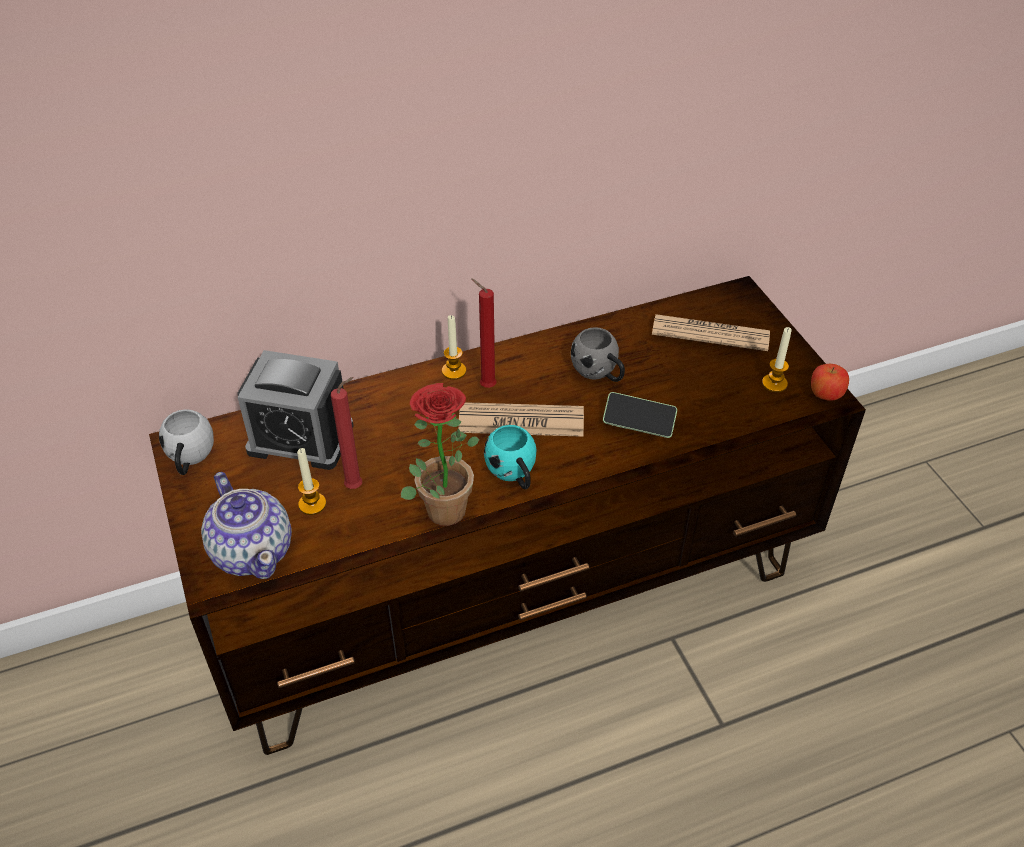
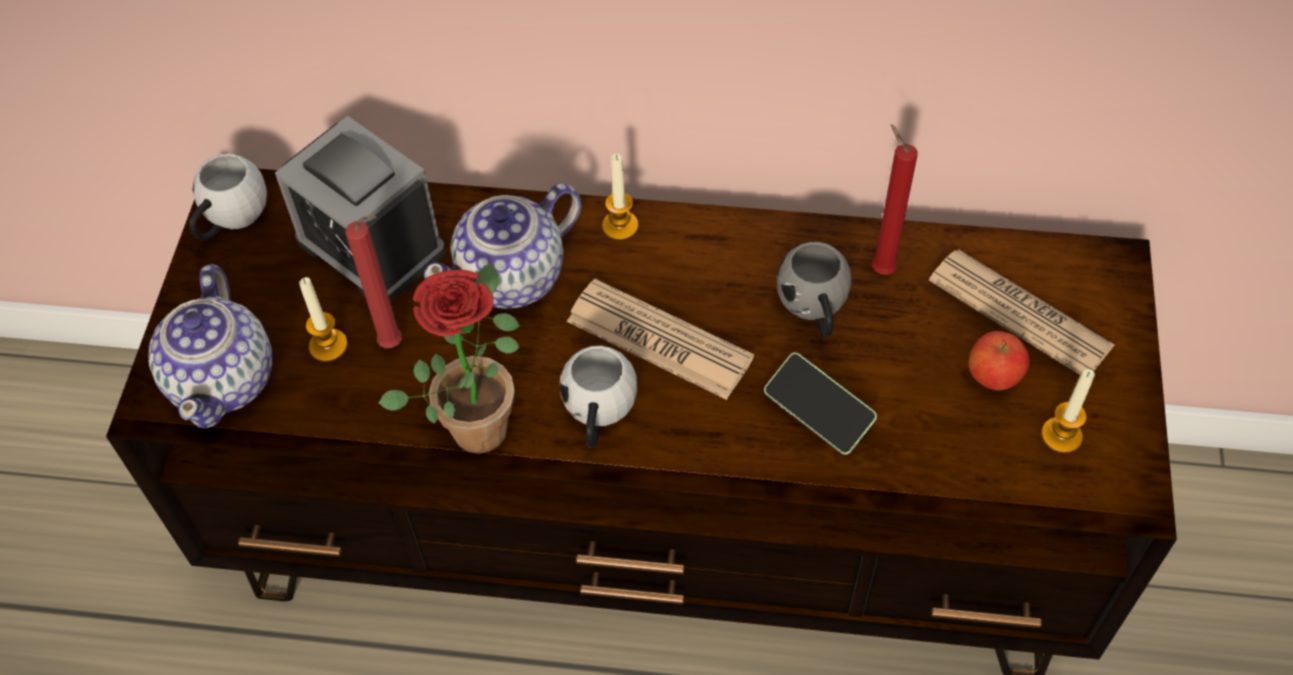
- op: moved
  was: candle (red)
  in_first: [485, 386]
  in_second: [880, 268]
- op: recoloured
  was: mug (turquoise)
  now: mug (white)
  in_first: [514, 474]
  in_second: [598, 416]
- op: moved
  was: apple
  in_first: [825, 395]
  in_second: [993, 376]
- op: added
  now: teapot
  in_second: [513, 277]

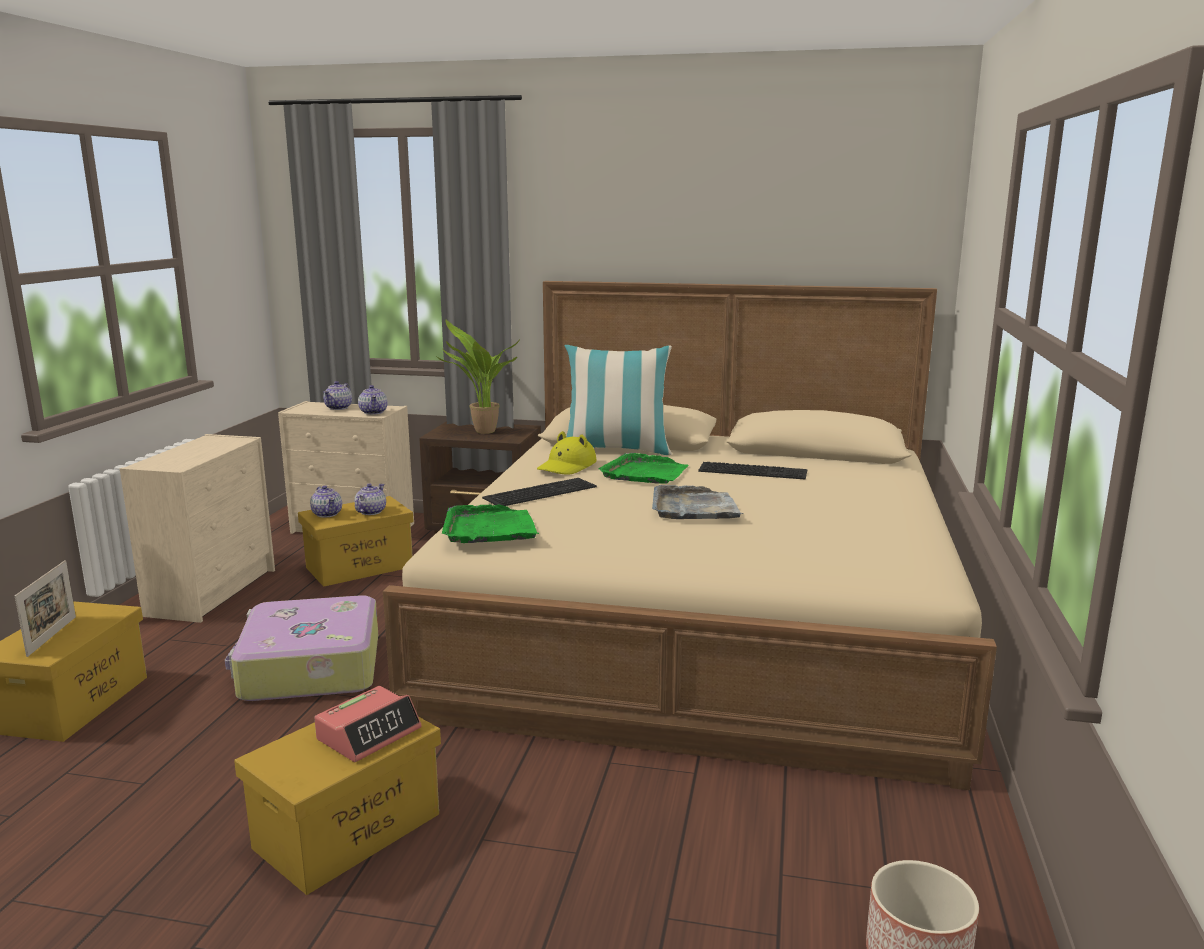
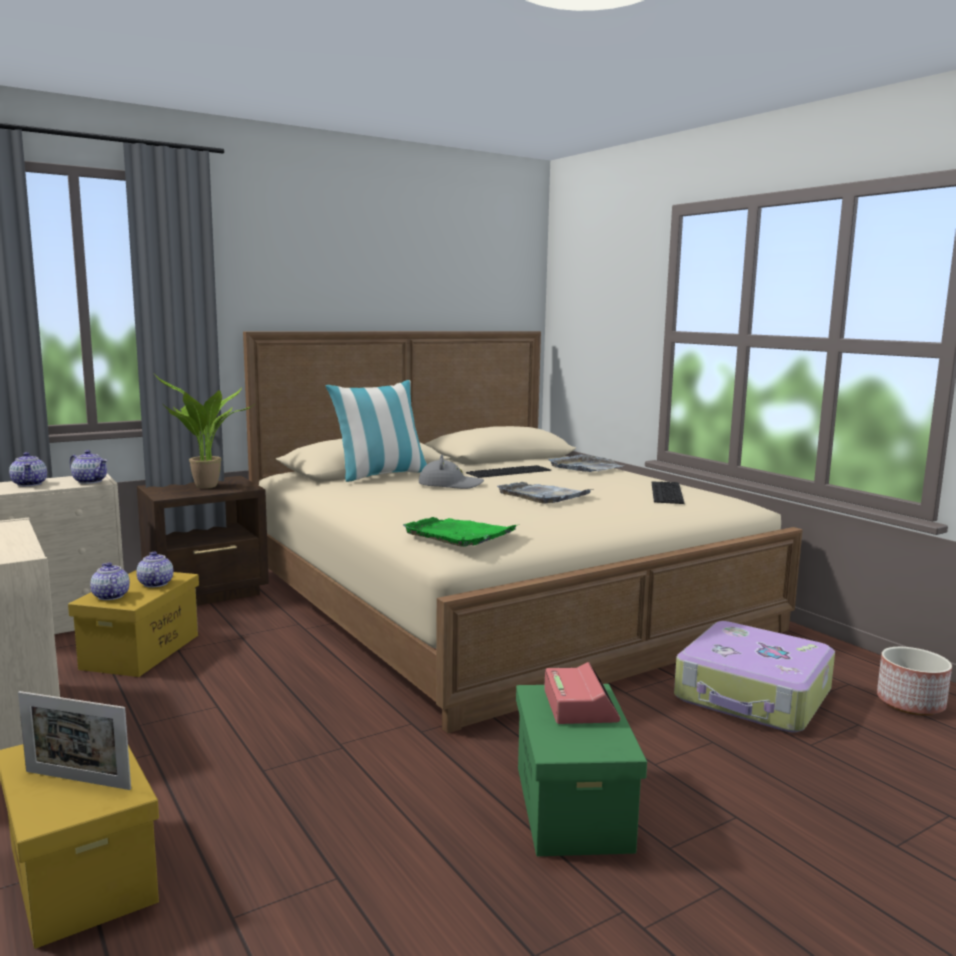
- op: turned
  was: picture frame
  in_first: [52, 636]
  in_second: [77, 780]
  clockwise: 150
- op: moved
  was: suitcase
  in_first: [309, 668]
  in_second: [753, 695]
- op: recoloured
  was: storage box (yellow)
  now: storage box (green)
  in_first: [349, 829]
  in_second: [571, 806]
- op: turned
  was: teapot
  in_first: [327, 514]
  in_second: [110, 596]
  clockwise: -135
- op: moved
  was: keyboard
  in_first: [540, 491]
  in_second: [665, 492]
- op: removed
  was: hat (yellow)
  in_first: [567, 466]
- op: replaced
  was: tray (green)
  now: hat (grey)
  in_first: [645, 473]
  in_second: [450, 485]
- op: added
  now: tray (grey)
  in_second: [585, 467]

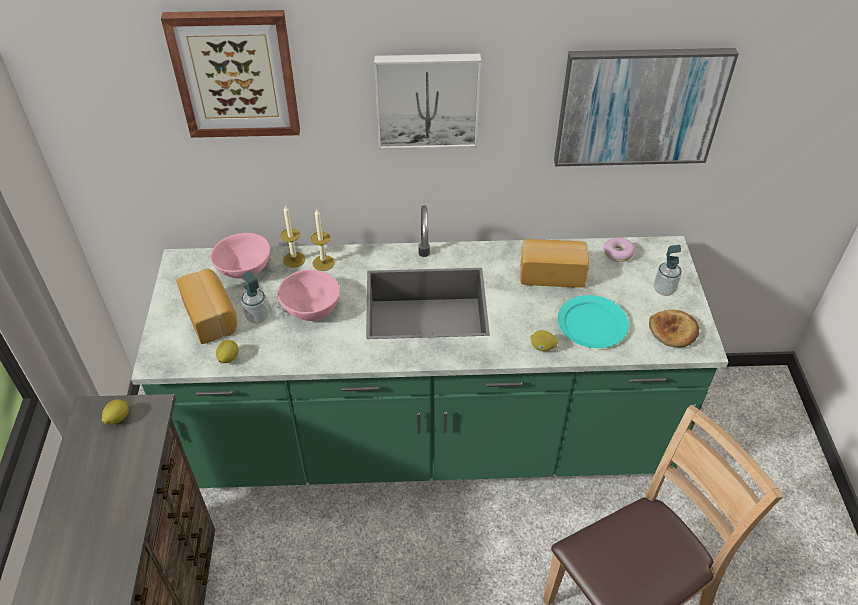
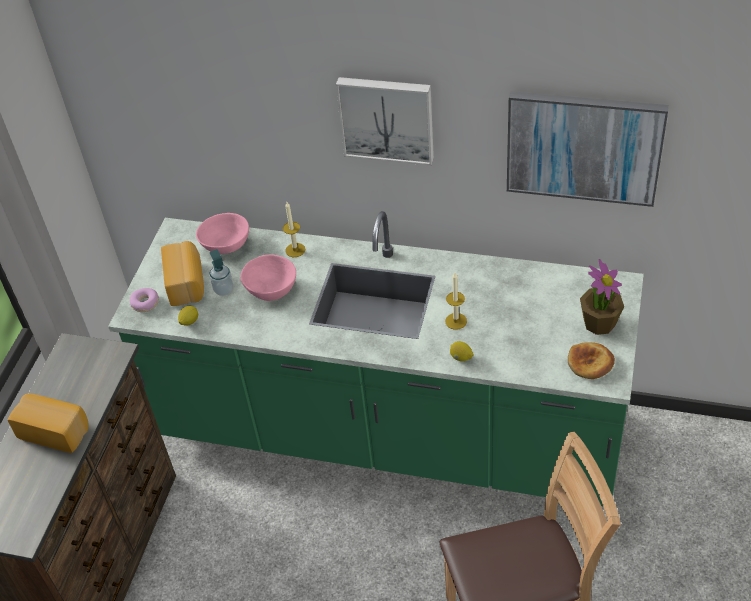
- op: removed
  was: lemon
  in_first: [117, 418]
- op: removed
  was: picture
  in_first: [235, 74]
- op: moved
  was: candle
  in_first: [294, 259]
  in_second: [456, 321]
- op: moved
  was: bread
  in_first: [551, 272]
  in_second: [55, 430]
- op: removed
  was: plate (turquoise)
  in_first: [592, 324]
- op: moved
  was: donut
  in_first: [618, 253]
  in_second: [145, 303]
- op: replaced
  was: soap dispenser
  now: potted plant
  in_first: [664, 289]
  in_second: [599, 323]

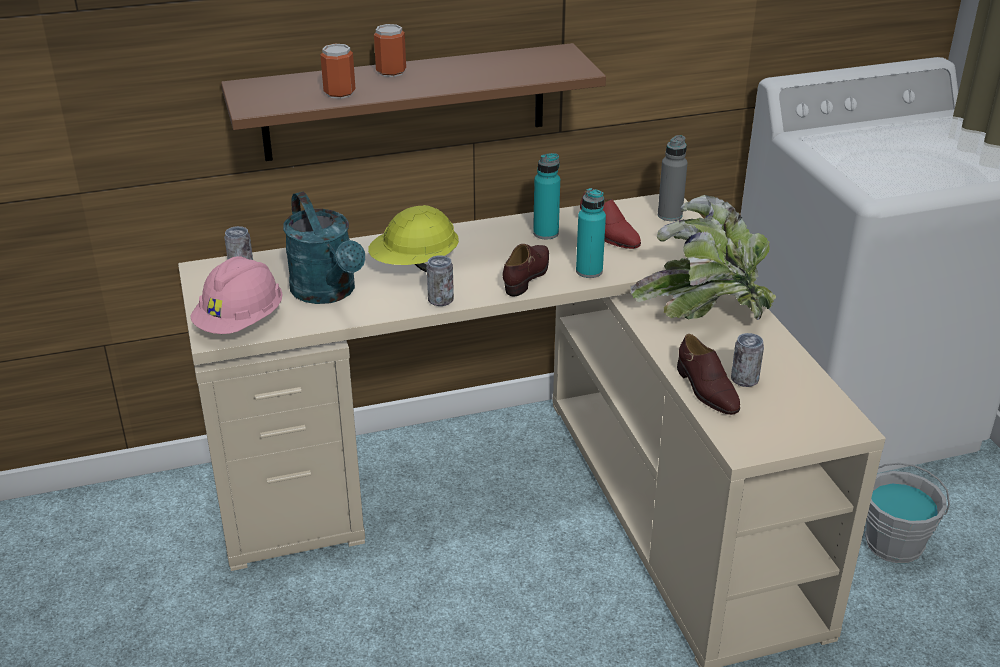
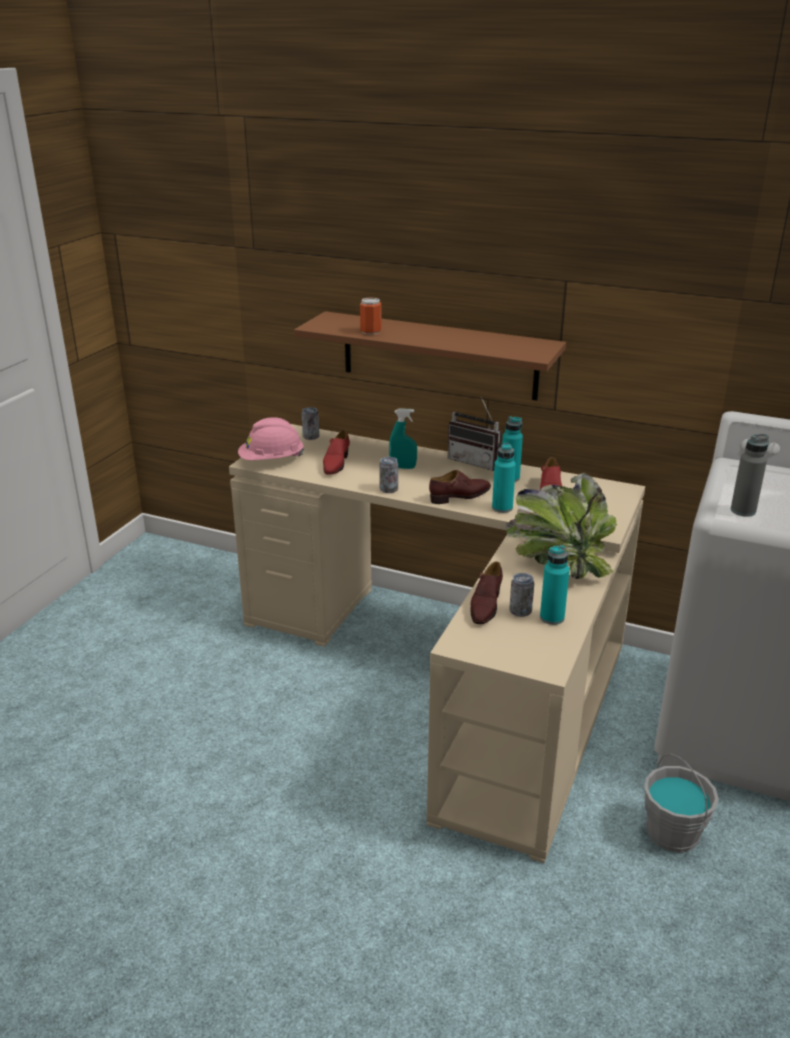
- op: replaced
  was: watering can (turquoise)
  now: shoe (red)
  in_first: [328, 293]
  in_second: [335, 463]
- op: replaced
  was: hard hat (yellow)
  now: spray bottle (turquoise)
  in_first: [415, 266]
  in_second: [403, 467]
- op: removed
  was: can
  in_first: [391, 72]
- op: moved
  was: bottle (grey)
  in_first: [669, 215]
  in_second: [743, 511]
- op: added
  now: radio
  in_second: [477, 461]
- op: added
  now: bottle (turquoise)
  in_second: [552, 618]

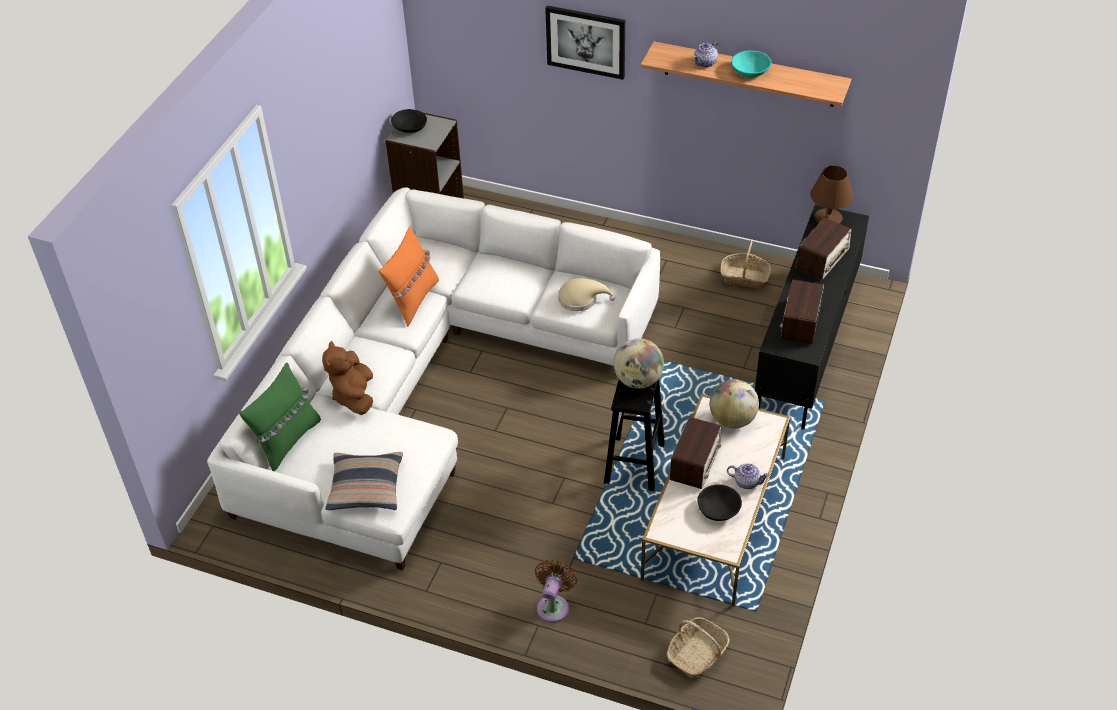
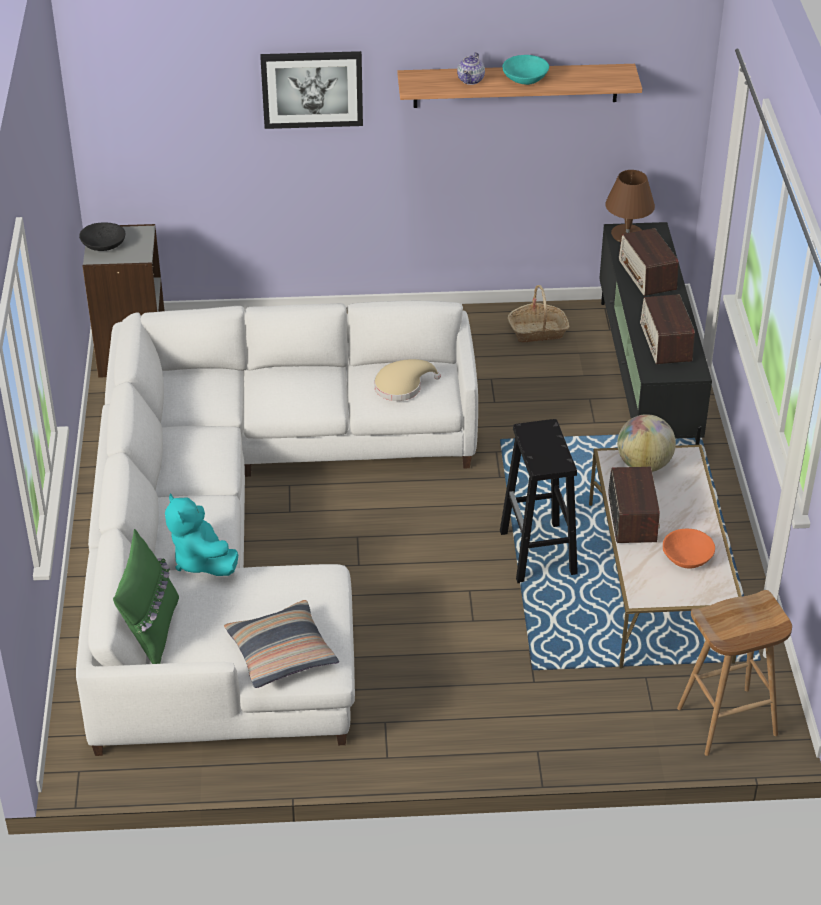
- op: recoloured
  was: plush toy (brown)
  now: plush toy (turquoise)
  in_first: [354, 396]
  in_second: [201, 561]
- op: removed
  was: pillow (orange)
  in_first: [413, 300]
- op: removed
  was: fan (brown)
  in_first: [554, 606]
- op: removed
  was: globe
  in_first: [638, 380]
- op: replaced
  was: basket
  now: stool (brown)
  in_first: [697, 654]
  in_second: [726, 722]
- op: recoloured
  was: bowl (black)
  now: bowl (orange)
  in_first: [718, 509]
  in_second: [687, 557]
- op: removed
  was: teapot
  in_first: [746, 482]
- op: turned
  was: radio
  in_first: [822, 258]
  in_second: [647, 275]
  clockwise: 150

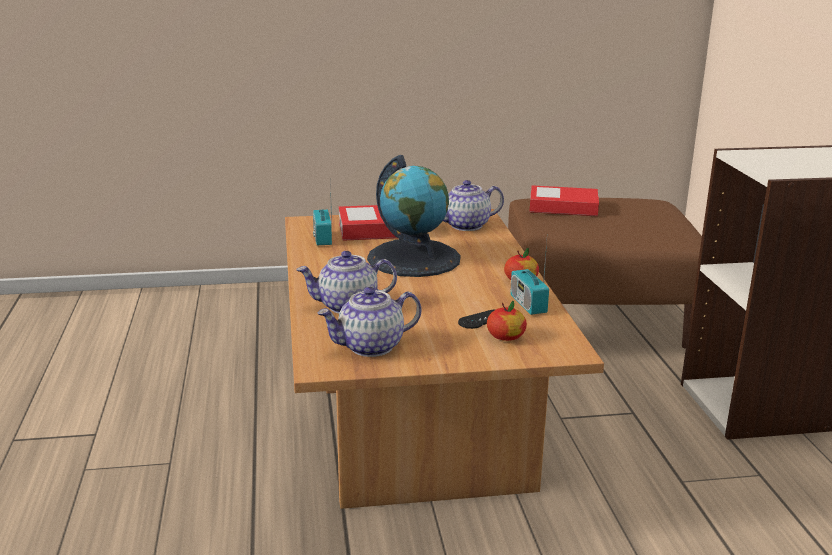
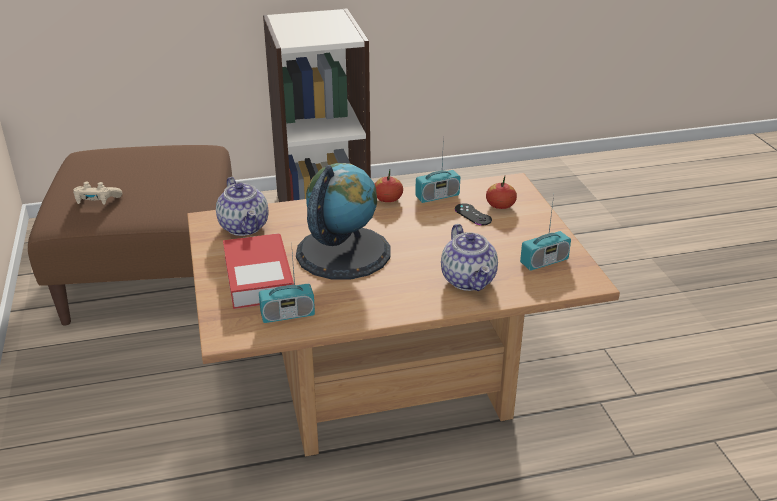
- op: replaced
  was: teapot
  now: radio
  in_first: [370, 347]
  in_second: [544, 262]
- op: replaced
  was: book
  now: game controller (beige)
  in_first: [563, 207]
  in_second: [97, 201]

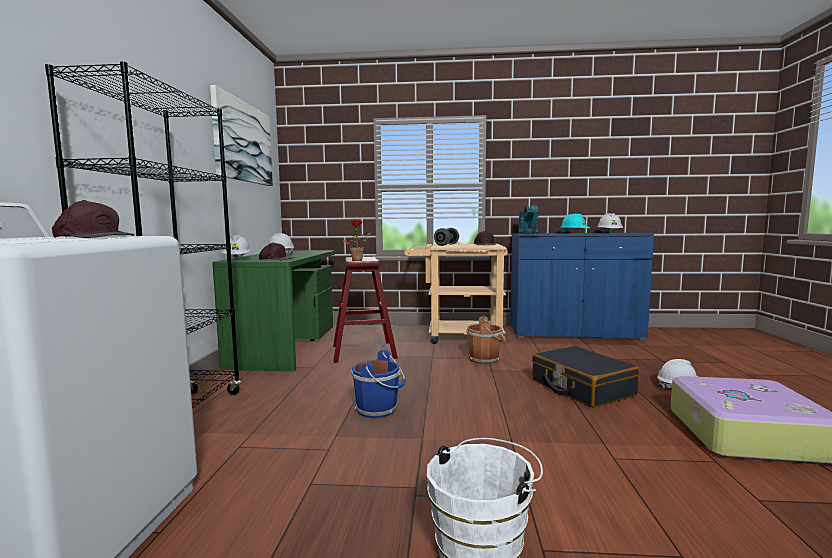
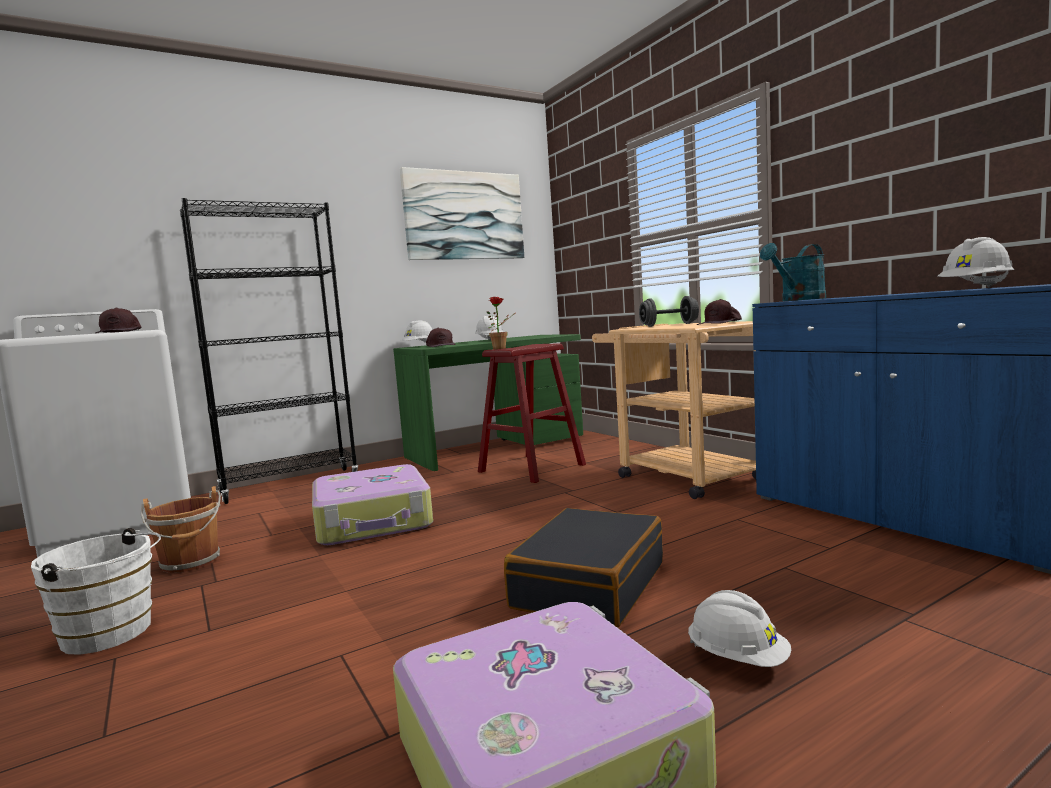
- op: replaced
  was: bucket (blue)
  now: suitcase
  in_first: [378, 409]
  in_second: [374, 521]
- op: moved
  was: bucket (brown)
  in_first: [485, 359]
  in_second: [191, 562]
- op: removed
  was: hard hat (turquoise)
  in_first: [574, 233]

